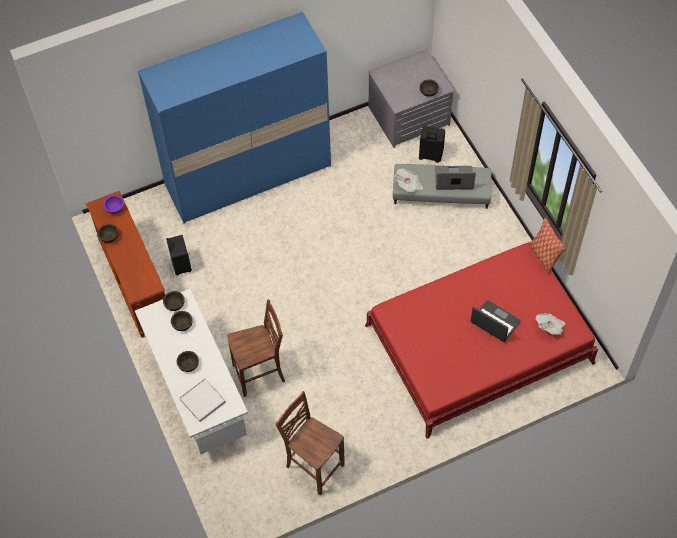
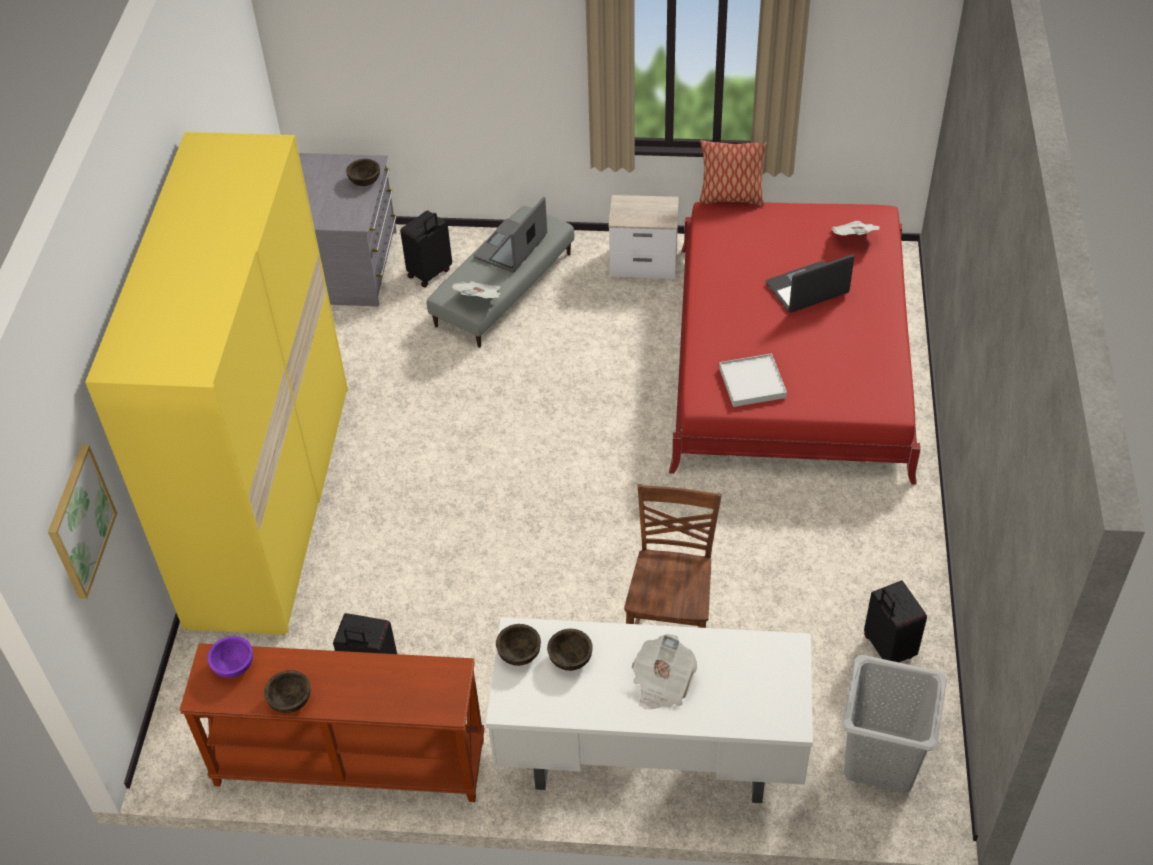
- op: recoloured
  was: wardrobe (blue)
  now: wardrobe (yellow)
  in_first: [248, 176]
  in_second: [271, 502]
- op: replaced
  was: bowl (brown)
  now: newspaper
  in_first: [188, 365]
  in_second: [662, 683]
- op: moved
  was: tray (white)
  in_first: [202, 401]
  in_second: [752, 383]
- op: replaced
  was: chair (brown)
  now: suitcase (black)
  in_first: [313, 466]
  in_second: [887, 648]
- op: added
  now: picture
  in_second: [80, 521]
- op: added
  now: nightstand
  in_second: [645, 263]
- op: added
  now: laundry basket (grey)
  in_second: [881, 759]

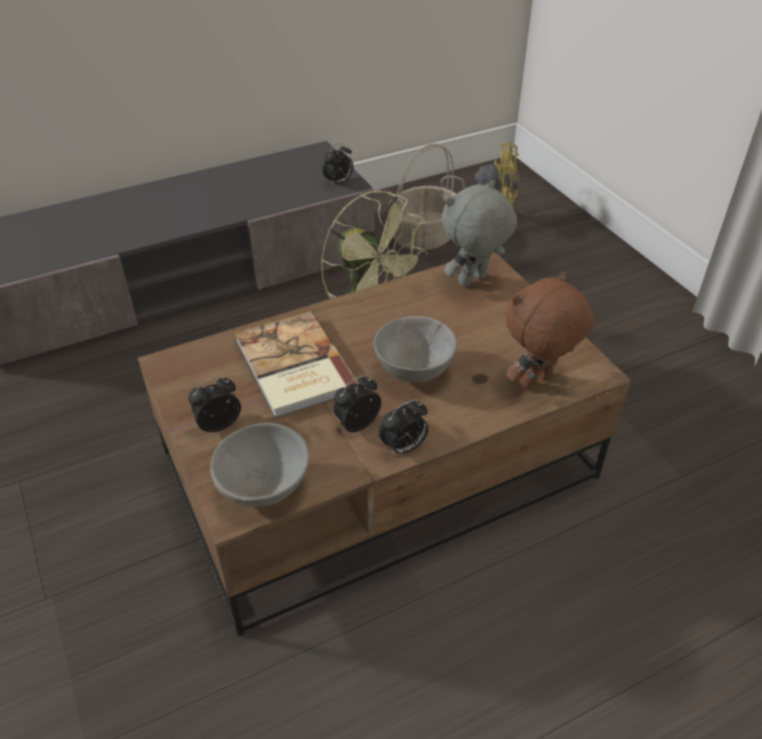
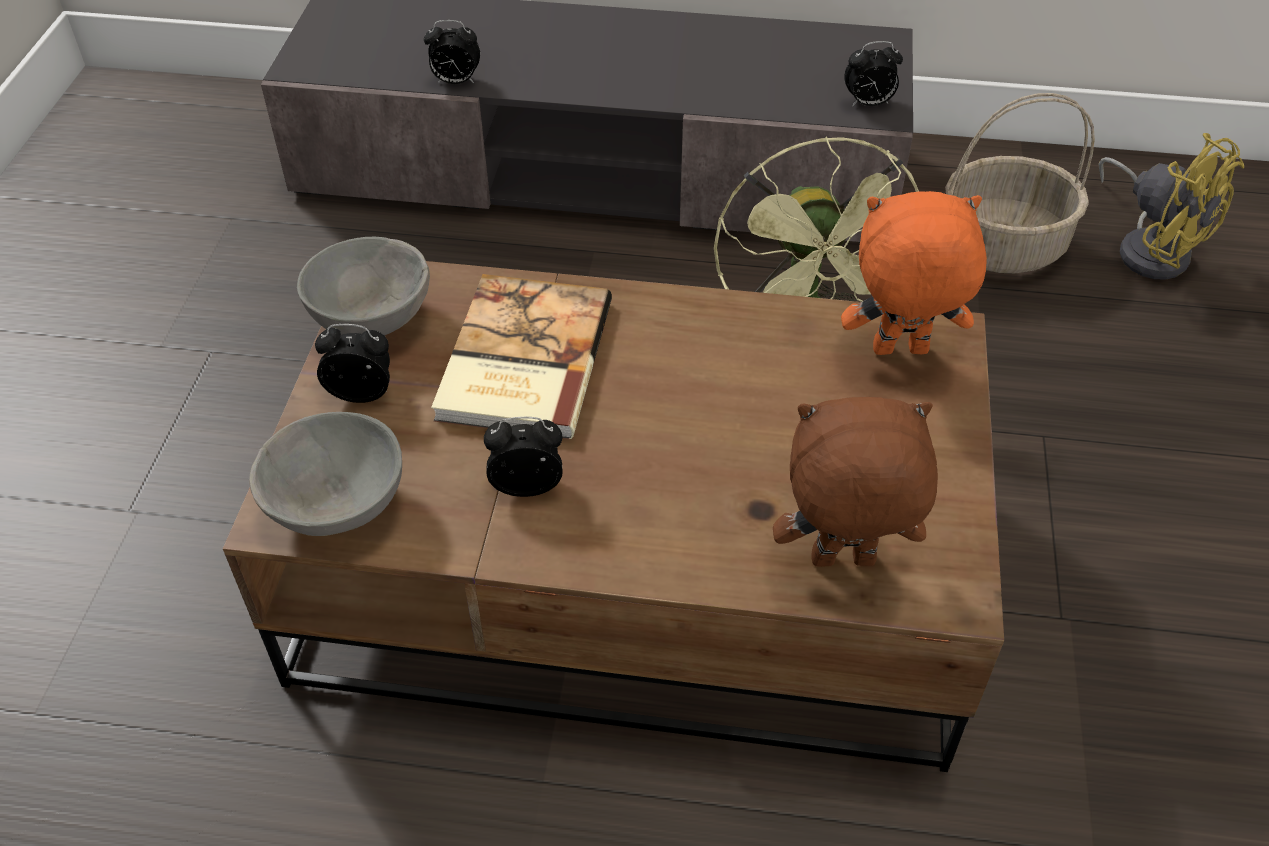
- op: moved
  was: bowl (grey)
  in_first: [413, 370]
  in_second: [370, 319]
- op: moved
  was: alarm clock
  in_first: [403, 447]
  in_second: [455, 82]
- op: recoloured
  was: plush toy (grey)
  now: plush toy (orange)
  in_first: [473, 281]
  in_second: [899, 352]

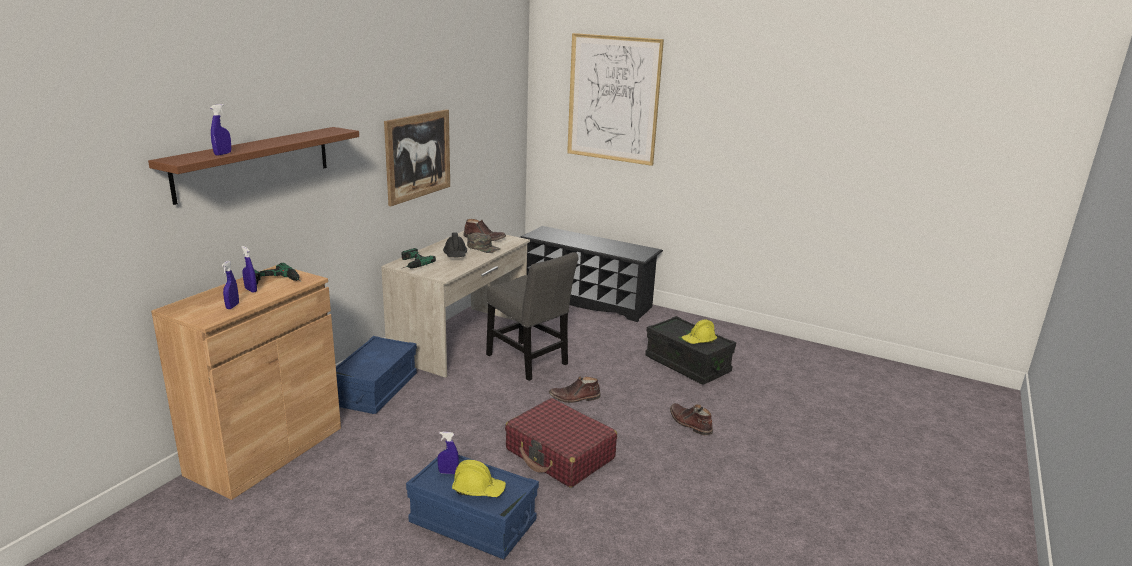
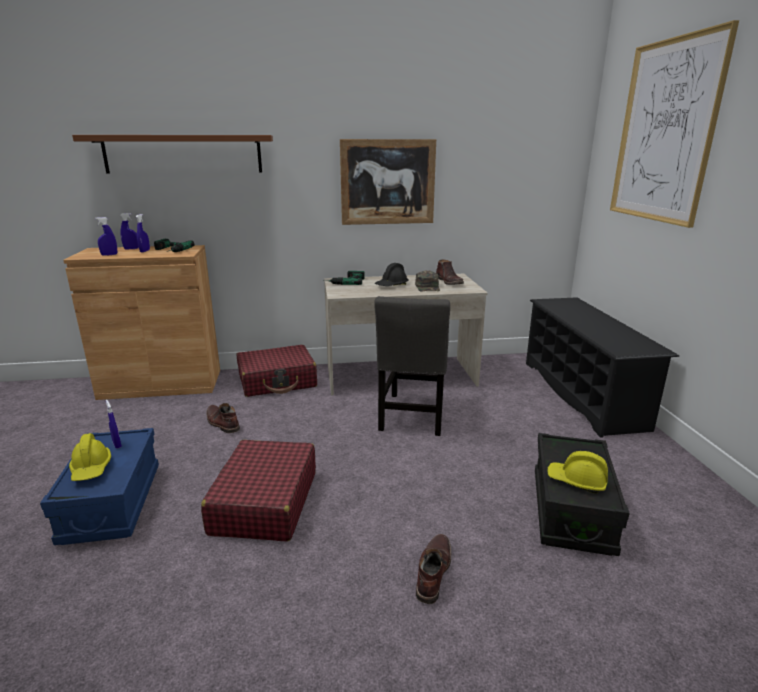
- op: moved
  was: spray bottle (blue)
  in_first: [223, 154]
  in_second: [131, 249]
- op: replaced
  was: storage box (blue)
  now: suitcase (red)
  in_first: [375, 390]
  in_second: [277, 381]
- op: moved
  was: boot (brown)
  in_first: [574, 398]
  in_second: [222, 423]

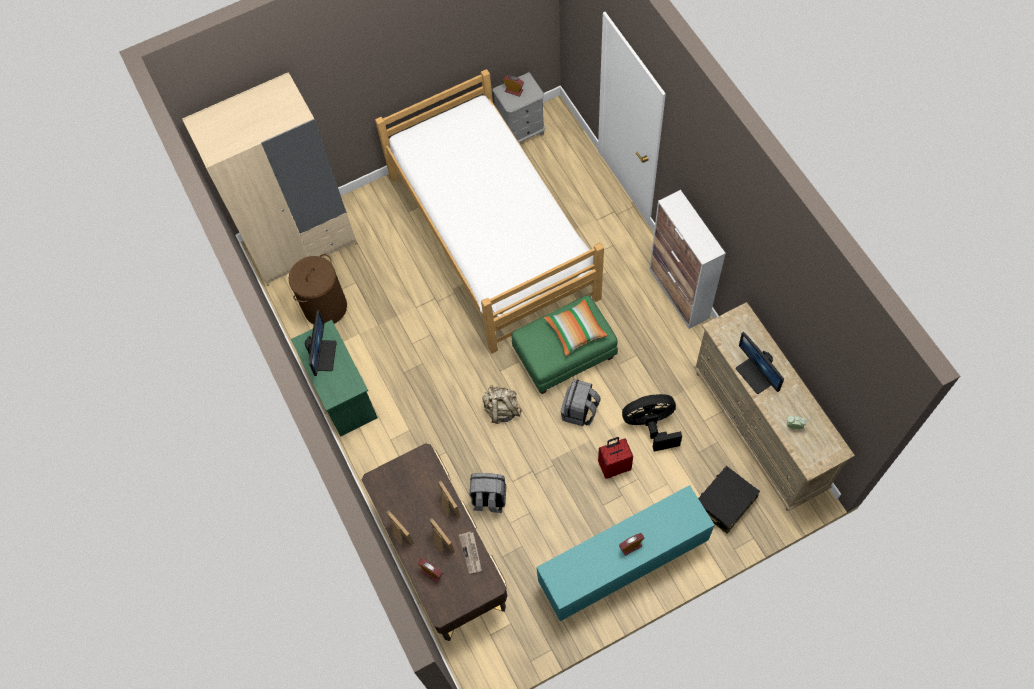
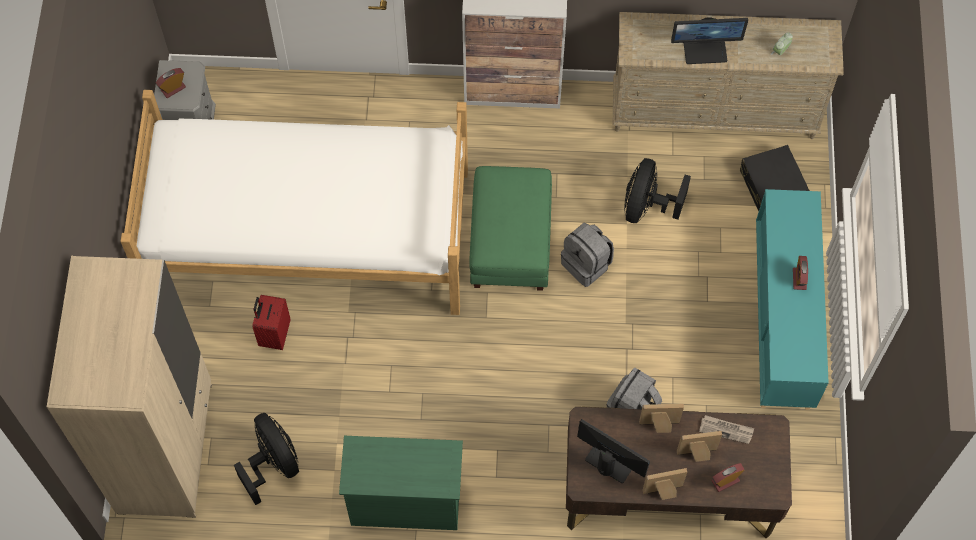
- op: replaced
  was: laundry basket (brown)
  now: fan (black)
  in_first: [325, 307]
  in_second: [273, 464]
- op: moved
  was: monitor
  in_first: [323, 355]
  in_second: [610, 461]
- op: removed
  was: backpack (beige)
  in_first: [501, 410]
- op: removed
  was: pillow
  in_first: [576, 330]
- op: moved
  was: suitcase (red)
  in_first: [614, 466]
  in_second: [274, 334]

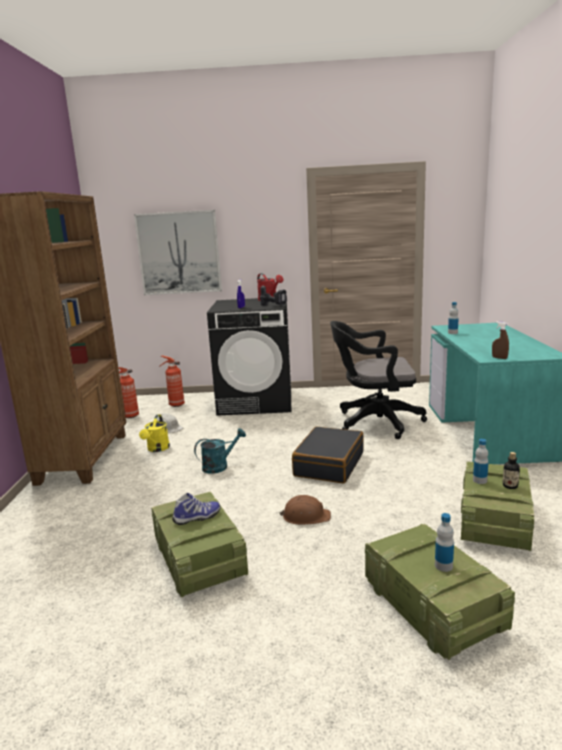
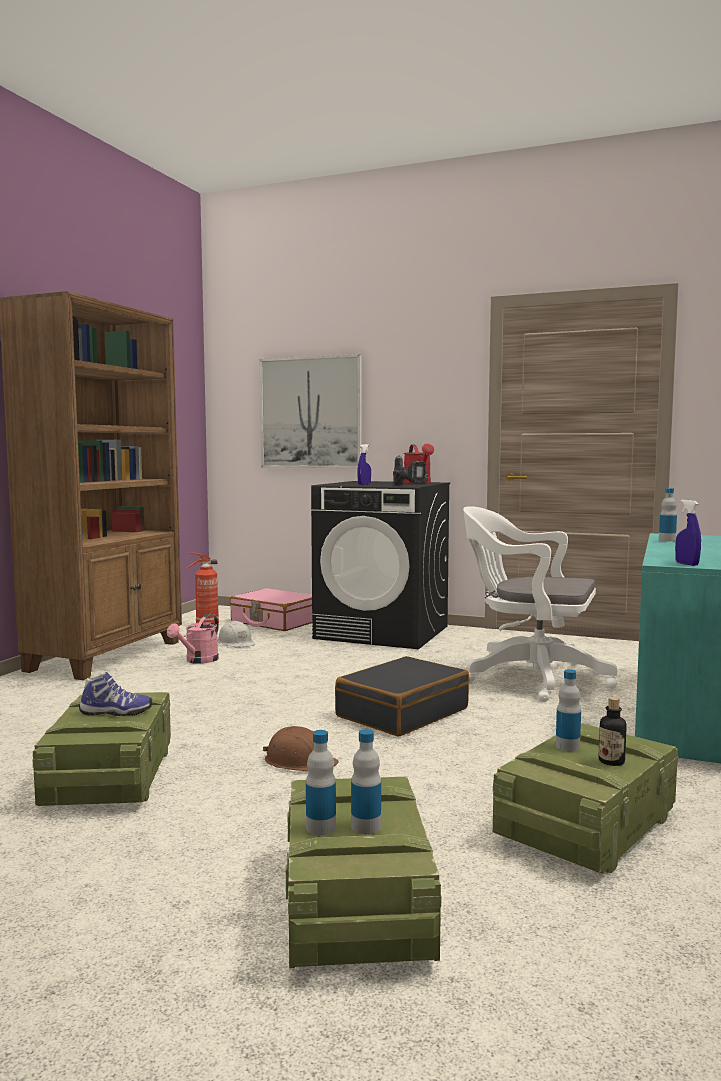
- op: recoloured
  was: watering can (yellow)
  now: watering can (pink)
  in_first: [157, 449]
  in_second: [198, 661]
- op: replaced
  was: fire extinguisher
  now: suitcase (pink)
  in_first: [175, 405]
  in_second: [274, 622]
- op: removed
  was: watering can (turquoise)
  in_first: [219, 466]
- op: recoloured
  was: office chair (black)
  now: office chair (white)
  in_first: [374, 422]
  in_second: [529, 677]
- op: recoloured
  was: spray bottle (brown)
  now: spray bottle (blue)
  in_first: [499, 358]
  in_second: [687, 564]
- op: added
  now: bottle
  in_second: [321, 827]

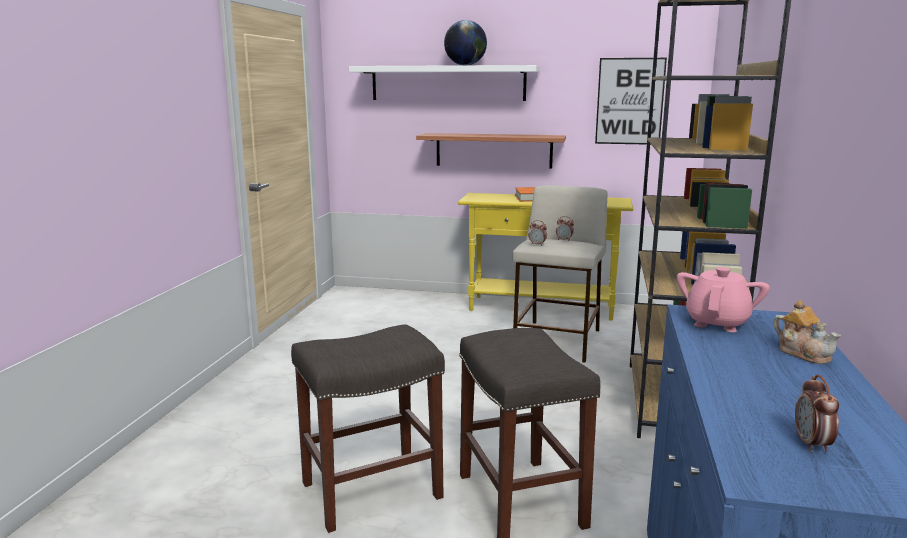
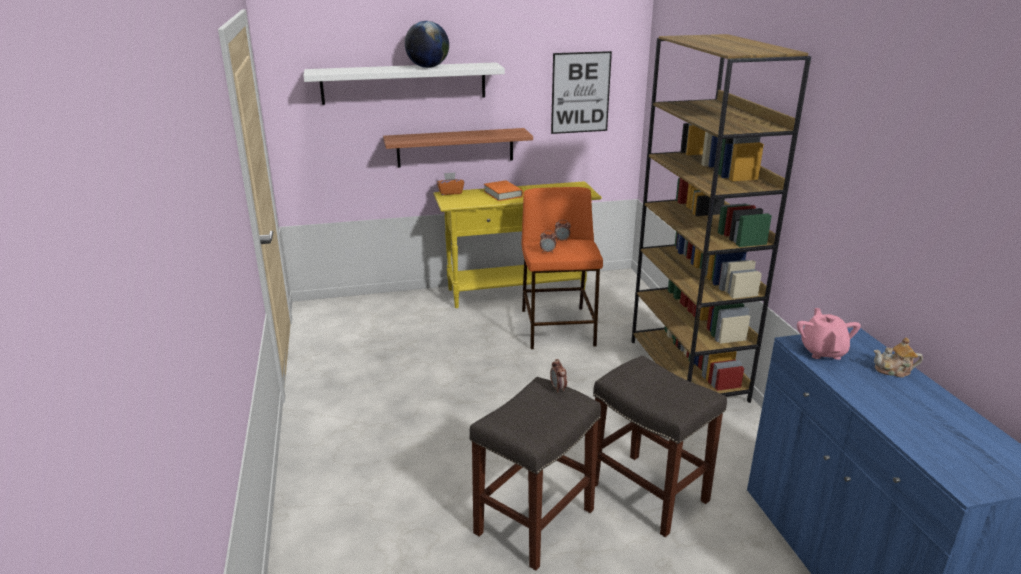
- op: recoloured
  was: stool (beige)
  now: stool (orange)
  in_first: [557, 341]
  in_second: [558, 328]
- op: turned
  was: teapot
  in_first: [803, 353]
  in_second: [894, 371]
  clockwise: 150
- op: moved
  was: alarm clock
  in_first: [812, 445]
  in_second: [558, 388]
- op: added
  now: tissue box (orange)
  in_second: [450, 192]

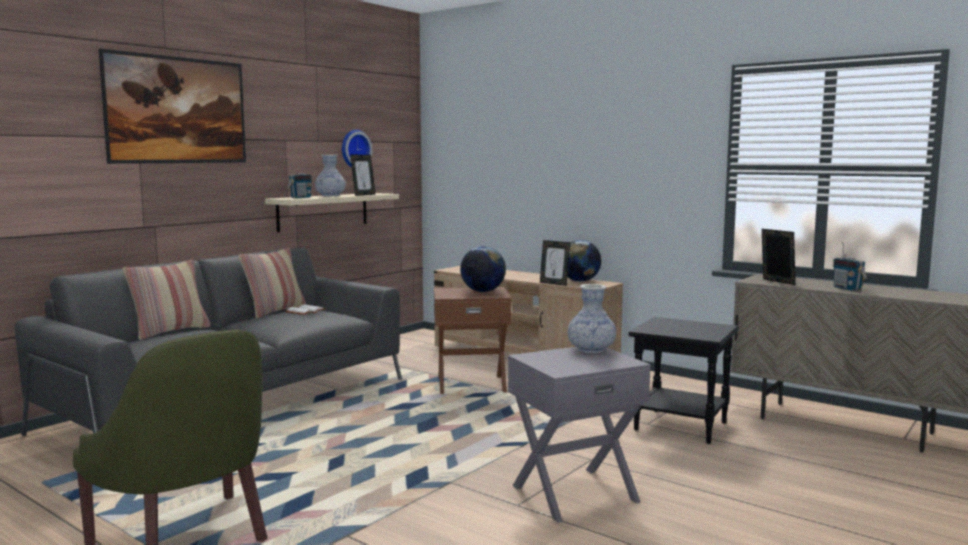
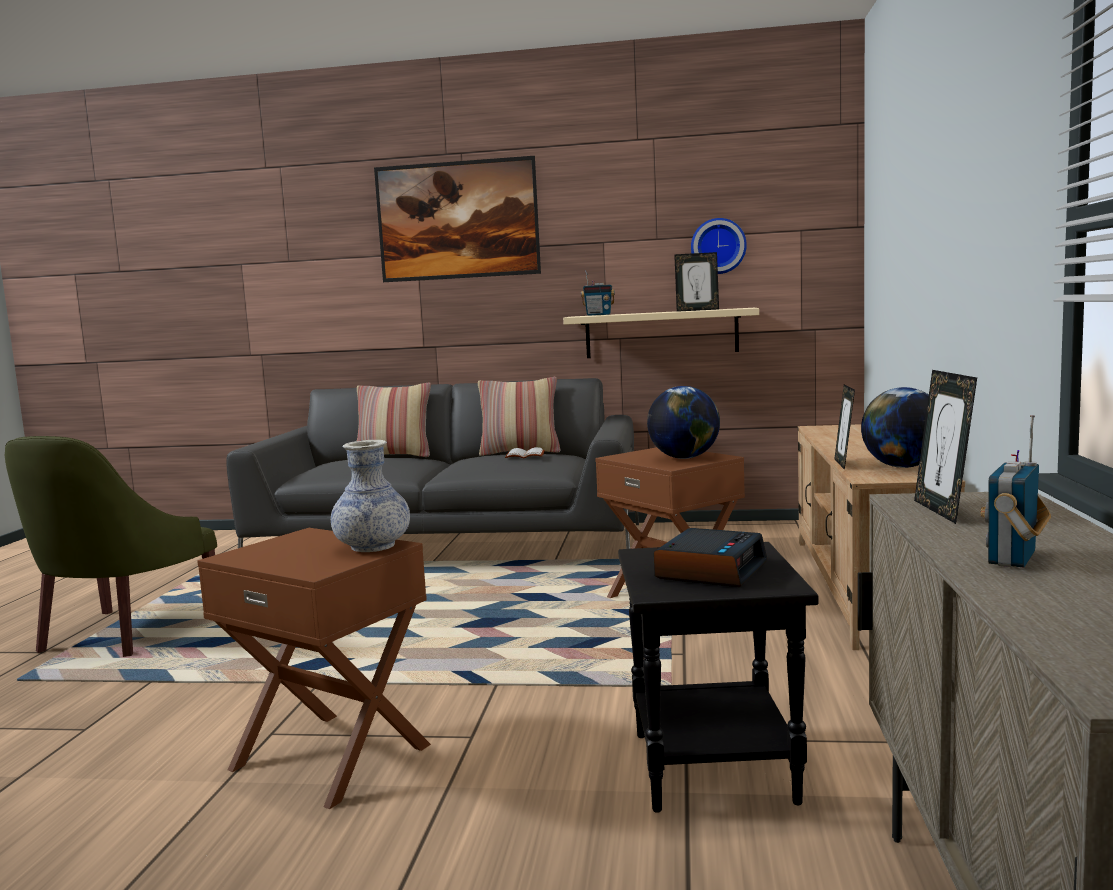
- op: removed
  was: vase
  in_first: [330, 196]
- op: recoloured
  was: side table (grey)
  now: side table (brown)
  in_first: [574, 493]
  in_second: [333, 756]
- op: turned
  was: picture frame
  in_first: [776, 282]
  in_second: [942, 511]
  clockwise: 150
- op: added
  now: alarm clock
  in_second: [710, 570]

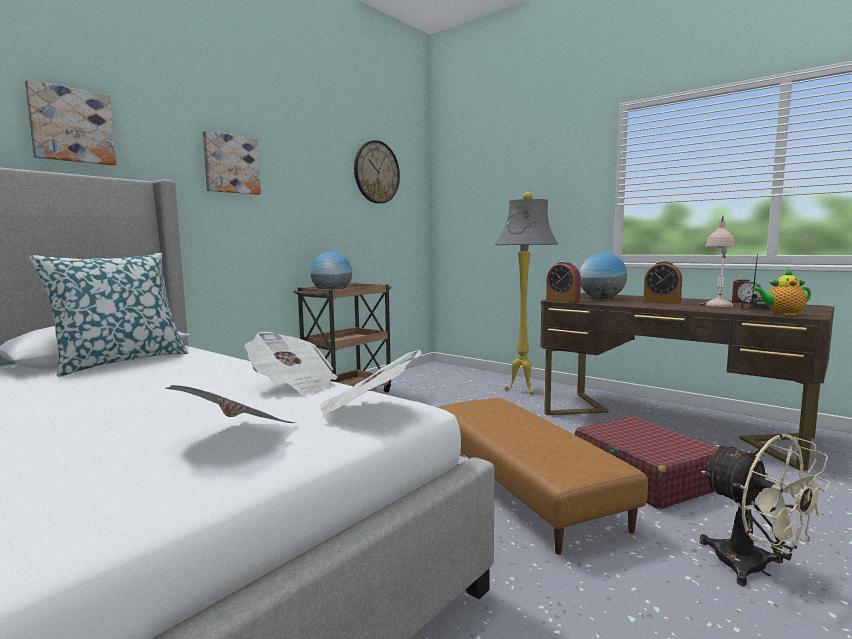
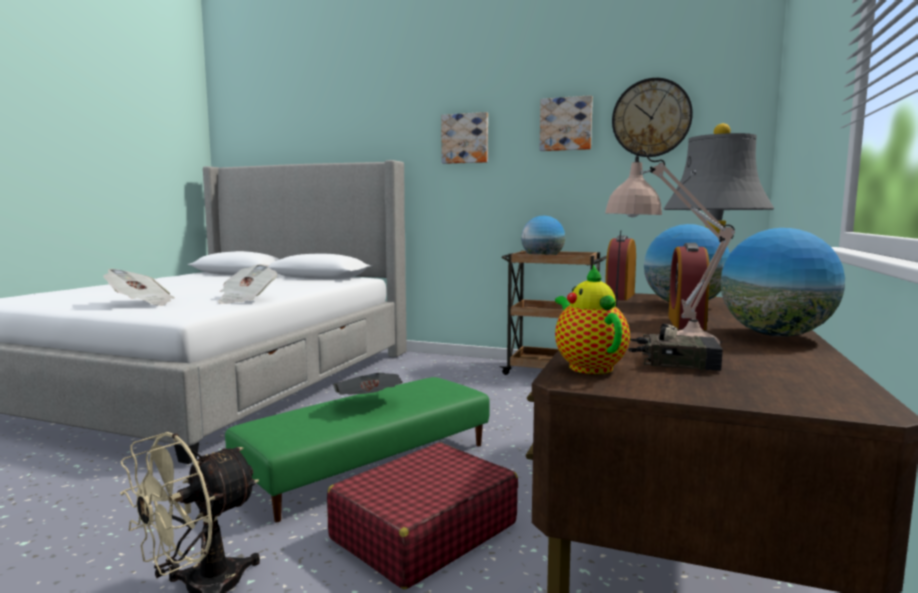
- op: moved
  was: picture
  in_first: [71, 126]
  in_second: [566, 124]
- op: removed
  was: pillow
  in_first: [120, 361]
- op: moved
  was: newspaper
  in_first: [367, 410]
  in_second: [368, 403]
- op: recoloured
  was: ottoman (brown)
  now: ottoman (green)
  in_first: [523, 485]
  in_second: [370, 465]
- op: removed
  was: alarm clock
  in_first: [746, 302]
- op: added
  now: globe
  in_second: [775, 335]

